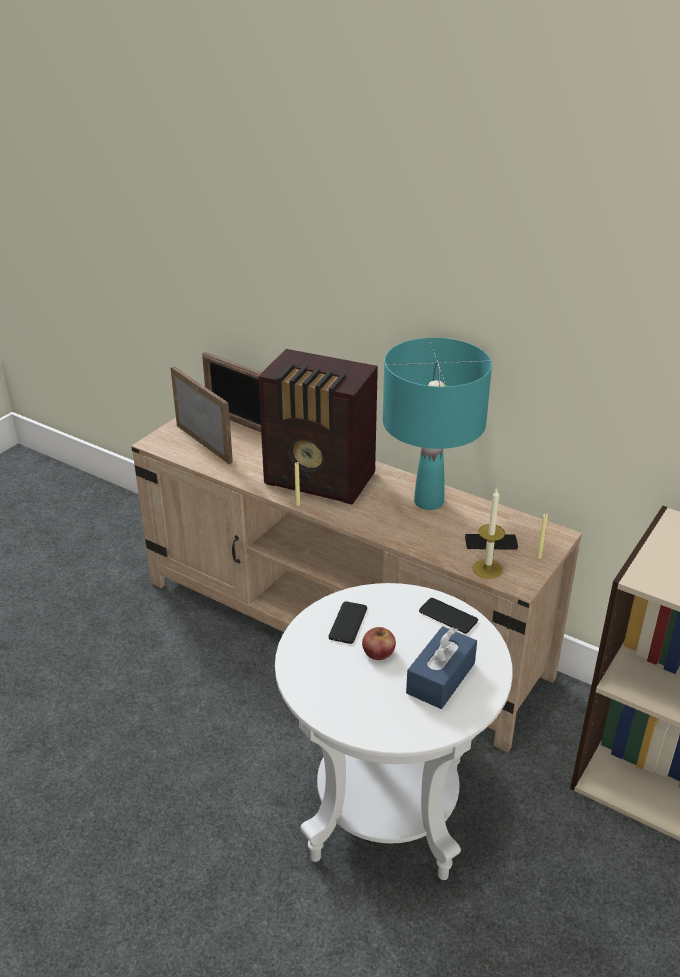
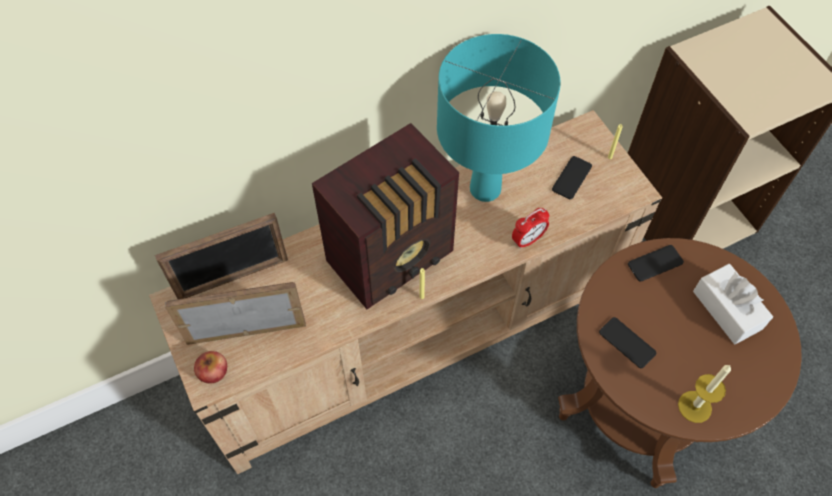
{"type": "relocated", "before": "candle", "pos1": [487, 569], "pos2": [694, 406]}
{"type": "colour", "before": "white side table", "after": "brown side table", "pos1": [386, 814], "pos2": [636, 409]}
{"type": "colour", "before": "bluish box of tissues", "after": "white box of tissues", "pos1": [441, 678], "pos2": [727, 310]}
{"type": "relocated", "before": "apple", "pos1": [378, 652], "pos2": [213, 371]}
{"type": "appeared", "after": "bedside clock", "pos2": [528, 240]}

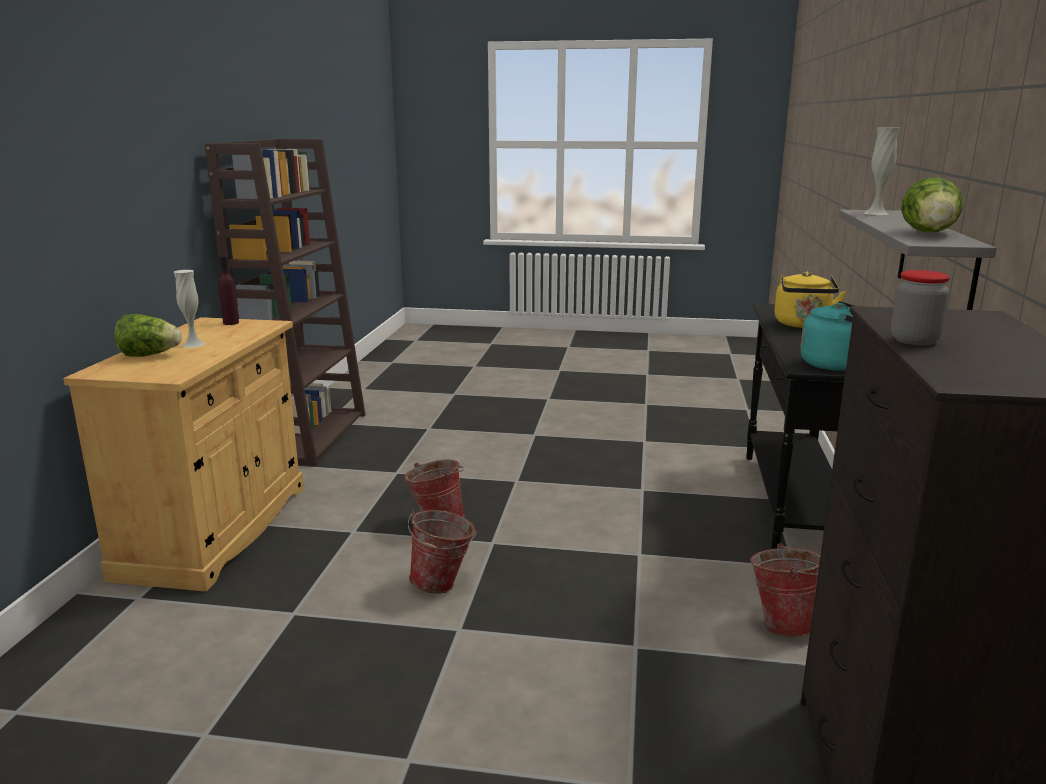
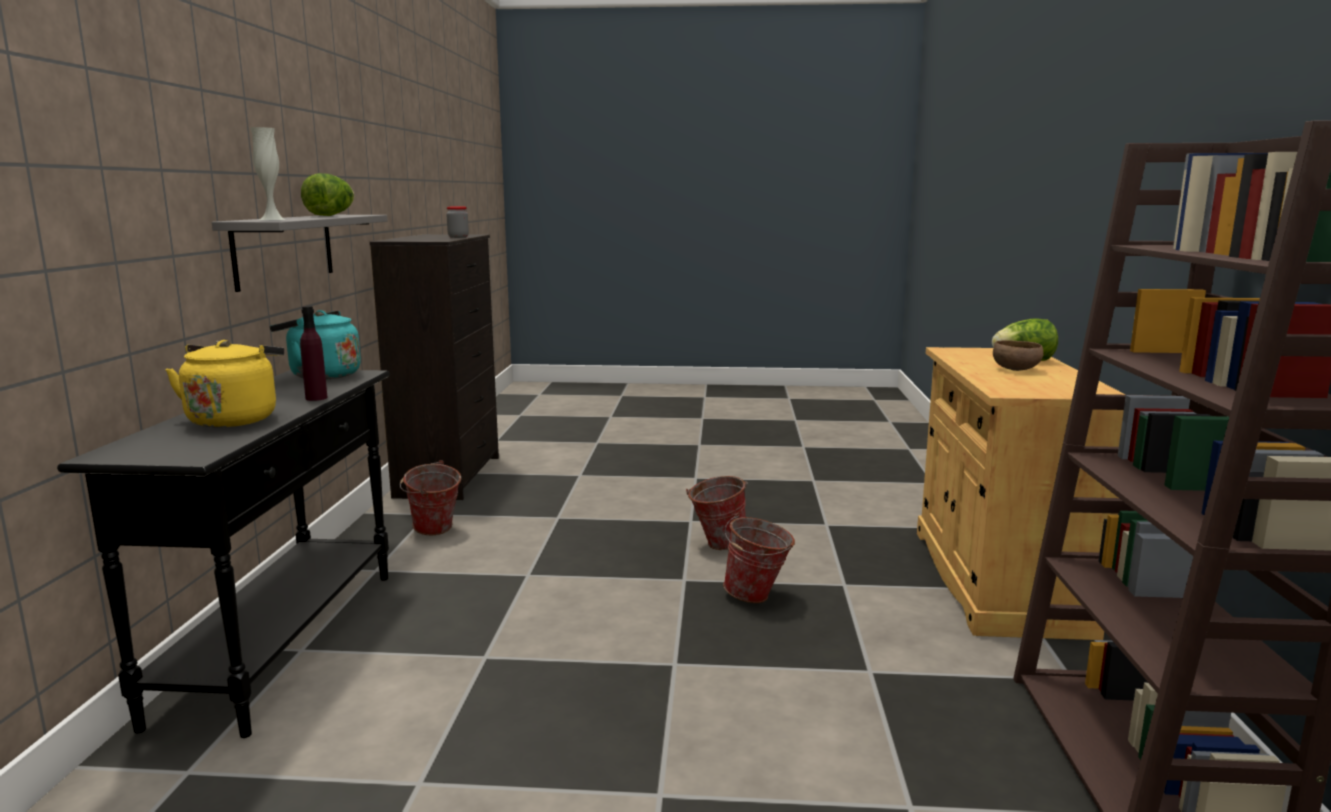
{"type": "relocated", "before": "purple-coloured bottle", "pos1": [231, 323], "pos2": [316, 398]}
{"type": "exchanged", "before": "white decorative vase", "after": "brown deep dish", "pos1": [193, 344], "pos2": [1016, 369]}

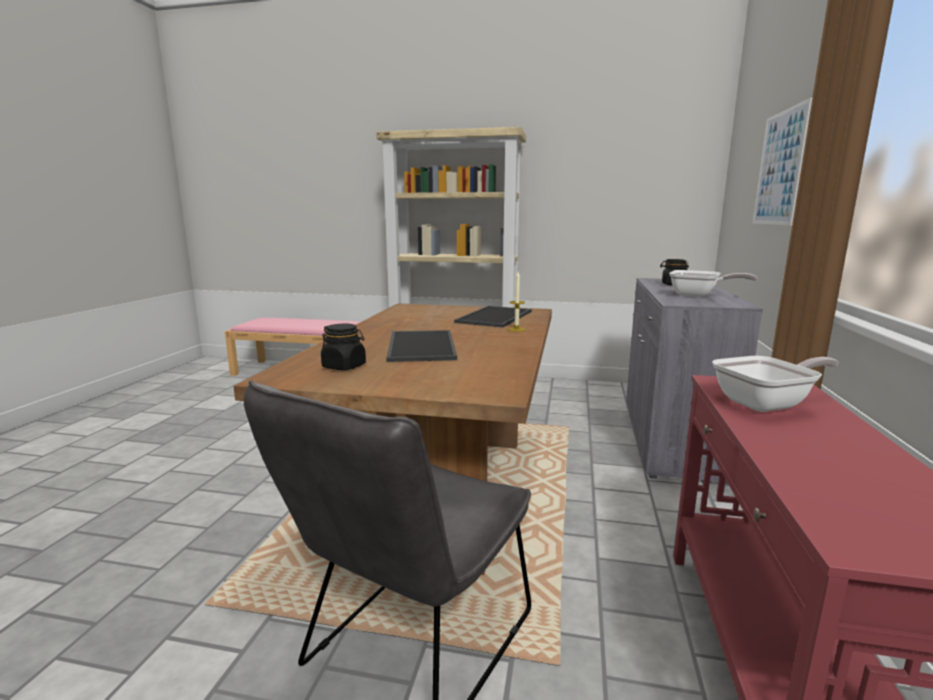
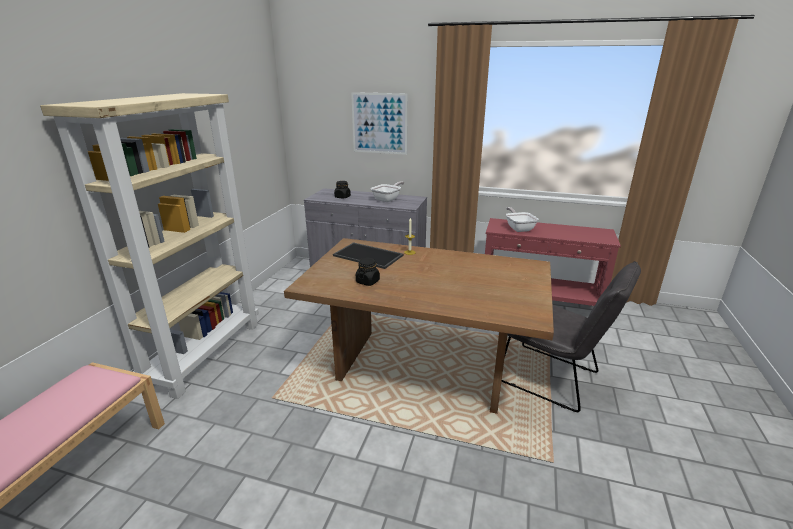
{"type": "relocated", "before": "black storage jar", "pos1": [344, 366], "pos2": [367, 281]}
{"type": "missing", "before": "carrying tray", "pos1": [419, 346]}

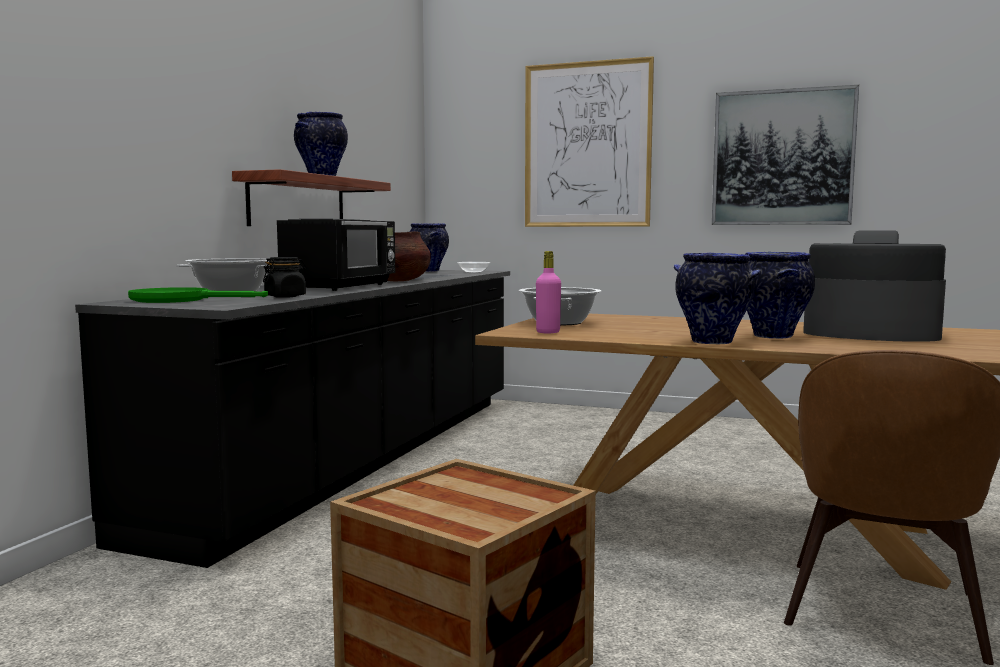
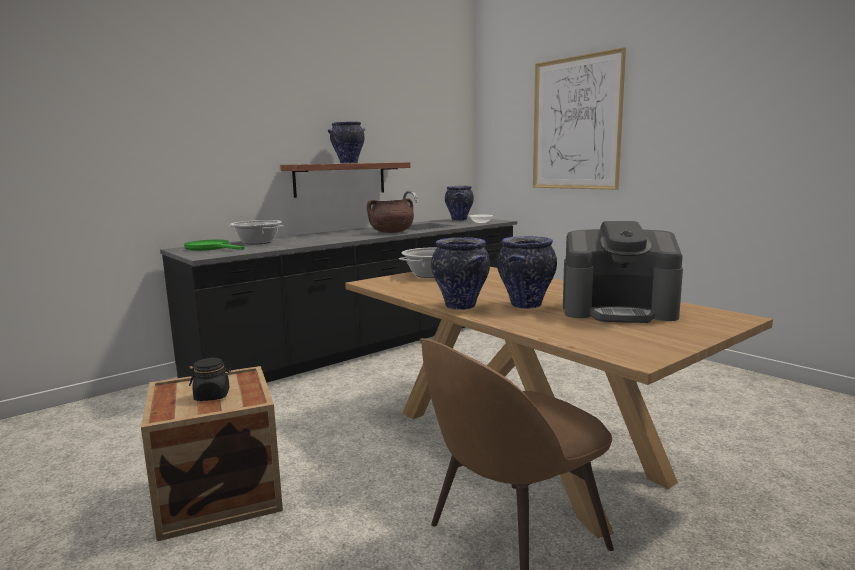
{"type": "missing", "before": "wall art", "pos1": [782, 158]}
{"type": "missing", "before": "black microwave", "pos1": [342, 286]}
{"type": "spun", "before": "coffee machine", "pos1": [869, 333], "pos2": [618, 310], "turn": 135}
{"type": "missing", "before": "pink-coloured bottle", "pos1": [548, 332]}
{"type": "relocated", "before": "black storage jar", "pos1": [285, 296], "pos2": [212, 396]}

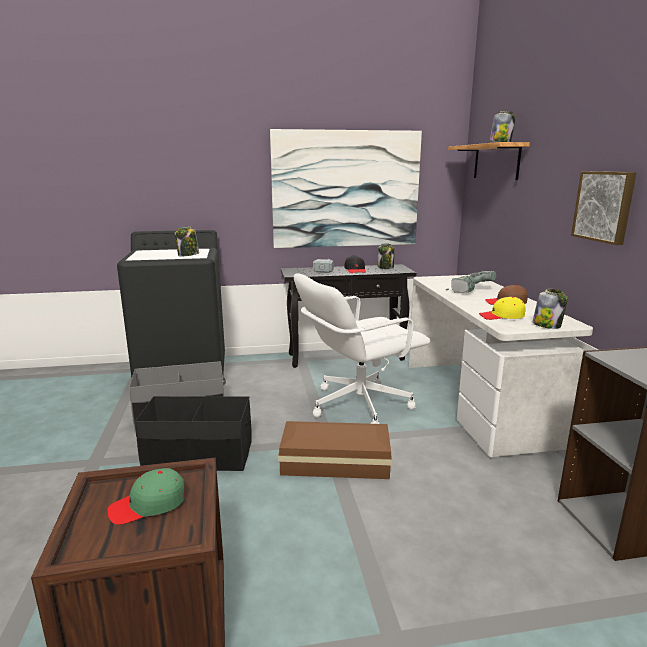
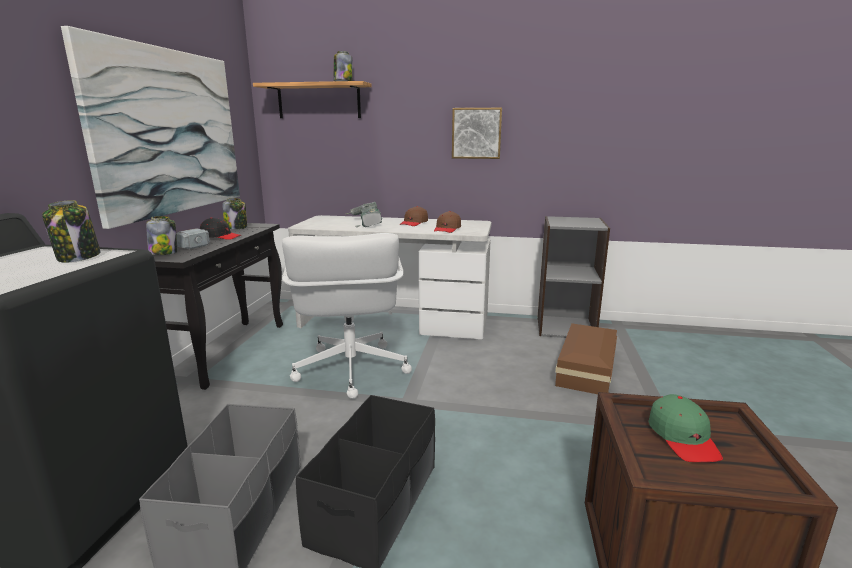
{"type": "relocated", "before": "storage jar", "pos1": [547, 325], "pos2": [164, 253]}
{"type": "colour", "before": "yellowish peaked cap", "after": "brown peaked cap", "pos1": [502, 316], "pos2": [447, 229]}
{"type": "relocated", "before": "brown storage bin", "pos1": [337, 462], "pos2": [588, 368]}

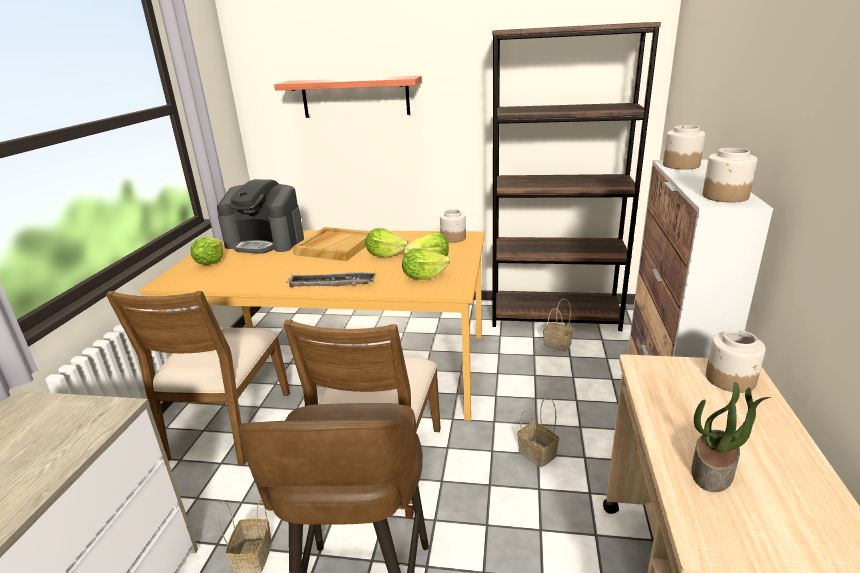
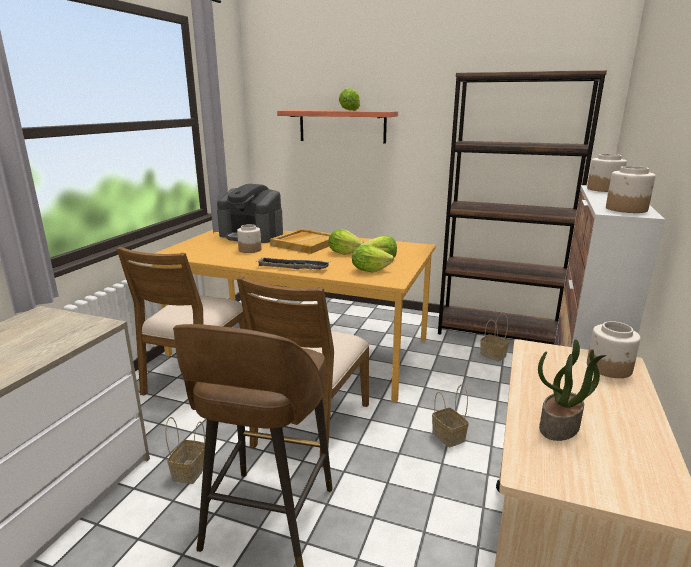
{"type": "relocated", "before": "storage jar", "pos1": [453, 238], "pos2": [250, 249]}
{"type": "relocated", "before": "head of lettuce", "pos1": [210, 262], "pos2": [350, 110]}

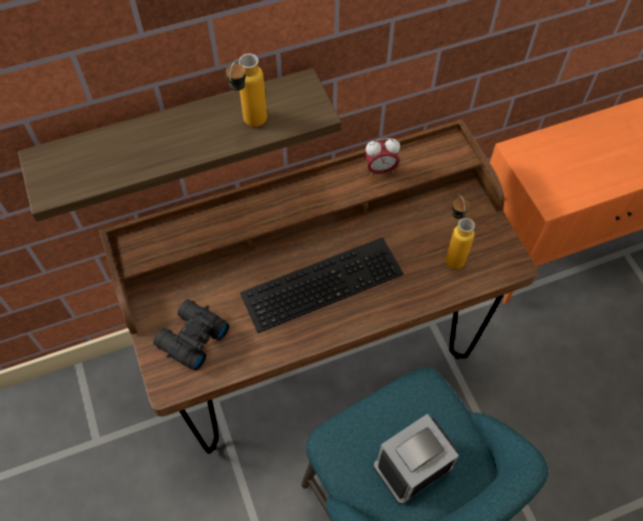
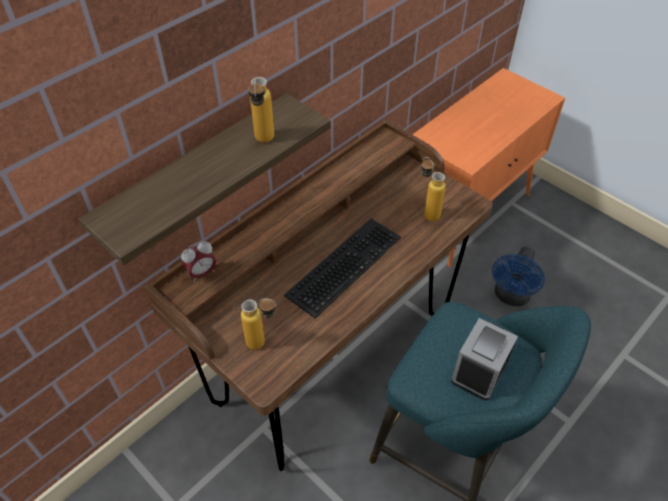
{"type": "relocated", "before": "bedside clock", "pos1": [380, 170], "pos2": [202, 273]}
{"type": "exchanged", "before": "black pair of binoculars", "after": "bottle", "pos1": [191, 339], "pos2": [263, 343]}
{"type": "appeared", "after": "bluish electric fan", "pos2": [511, 297]}

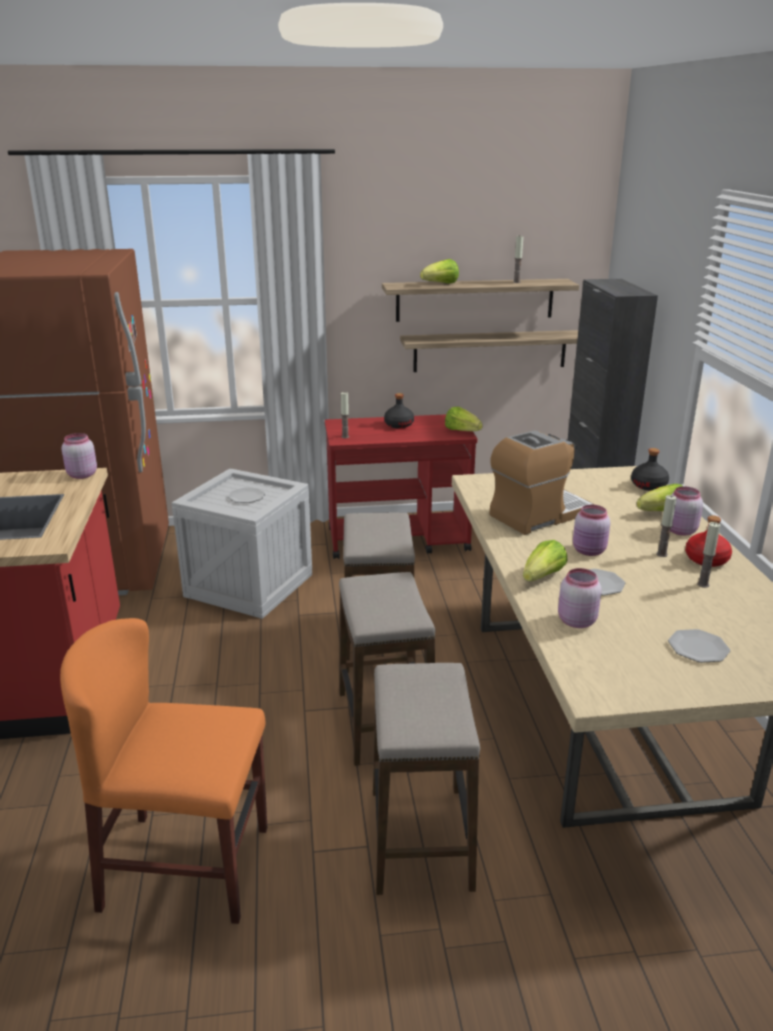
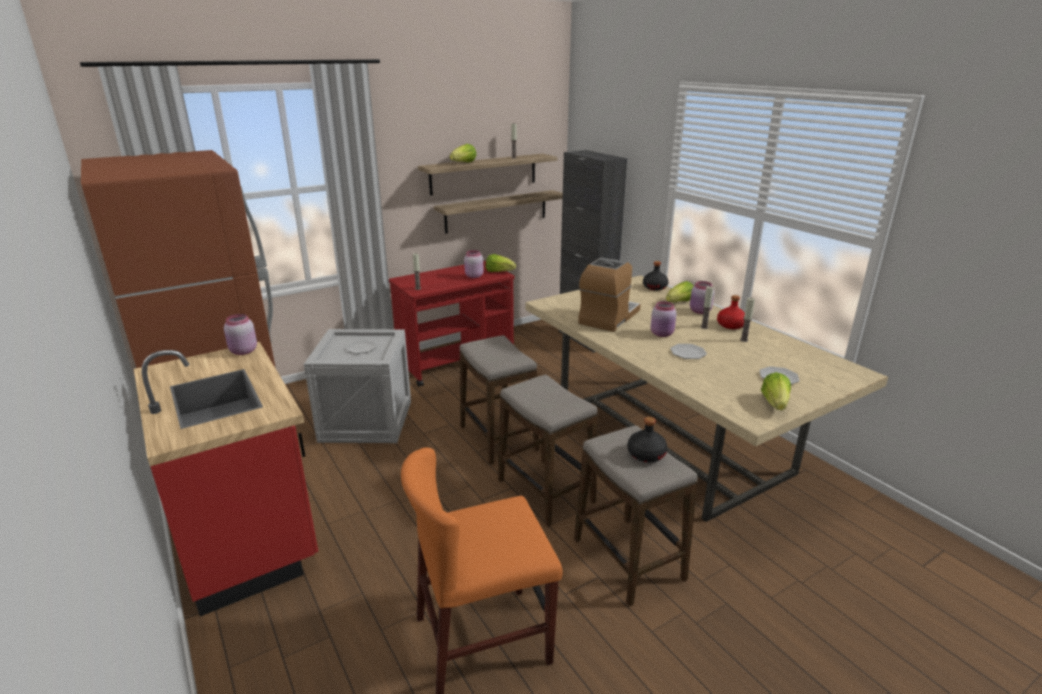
{"type": "relocated", "before": "black bottle", "pos1": [398, 425], "pos2": [645, 454]}
{"type": "relocated", "before": "head of lettuce", "pos1": [543, 576], "pos2": [775, 403]}
{"type": "relocated", "before": "pink-coloured storage jar", "pos1": [575, 621], "pos2": [473, 276]}

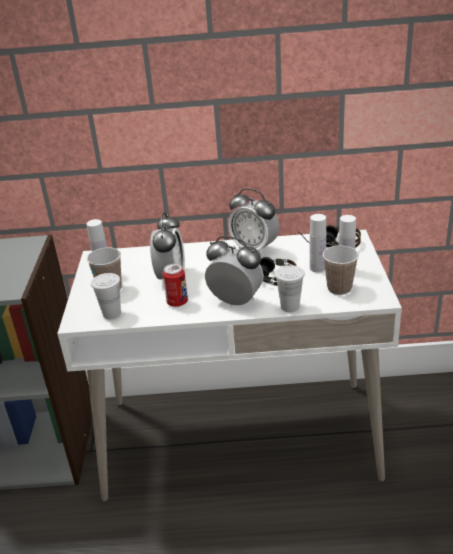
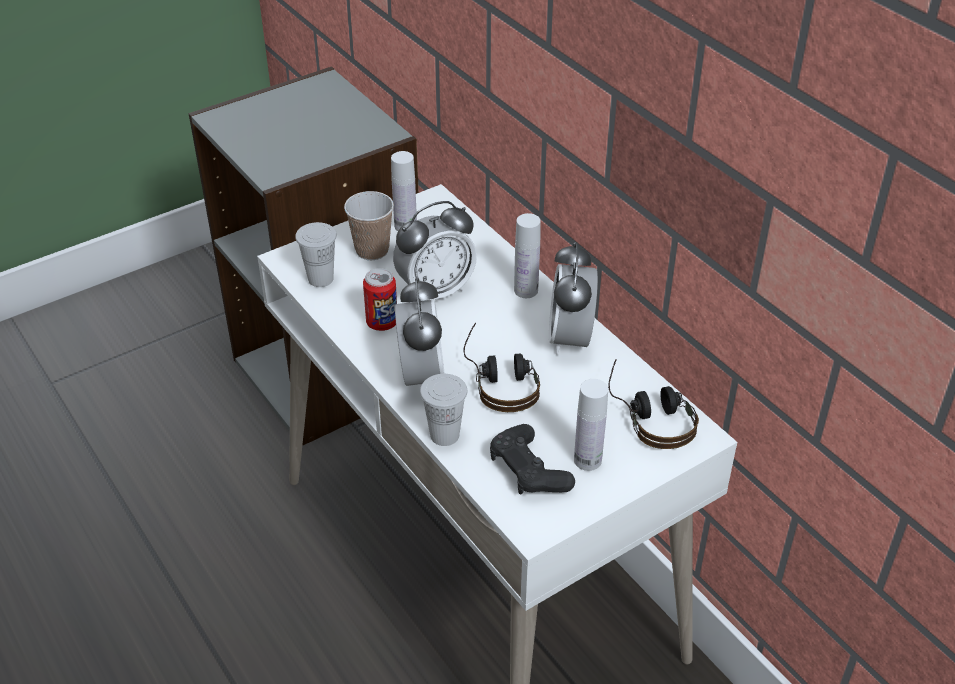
{"type": "relocated", "before": "white bottle", "pos1": [317, 268], "pos2": [526, 290]}
{"type": "exchanged", "before": "cup", "after": "black gamepad", "pos1": [339, 288], "pos2": [528, 471]}

